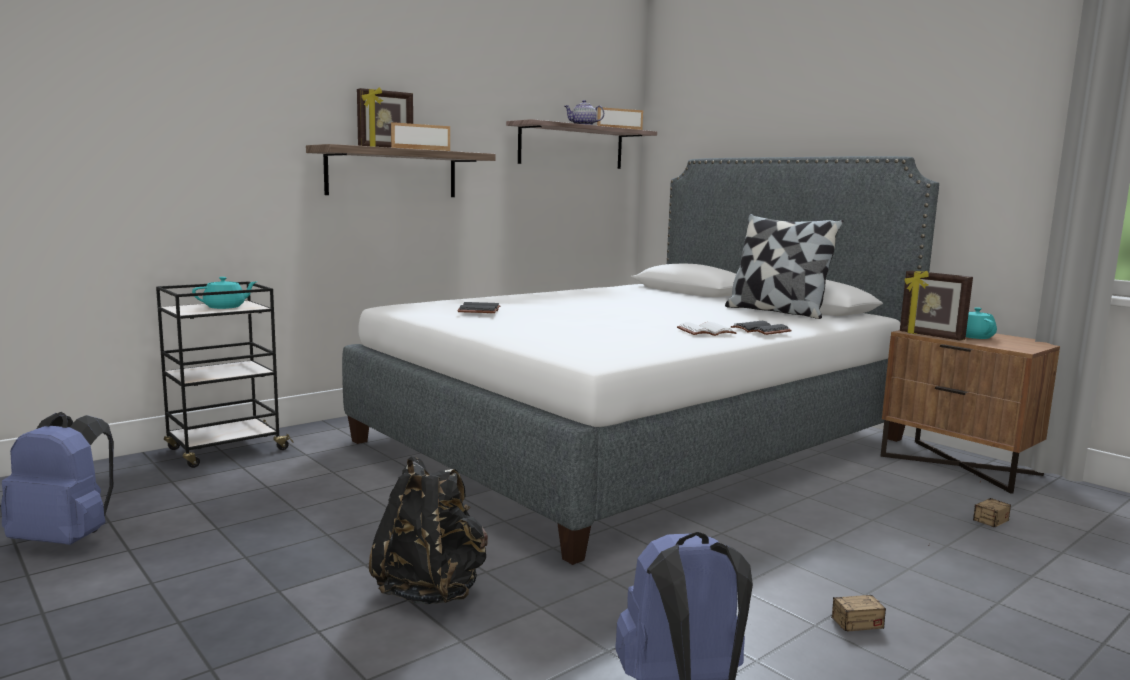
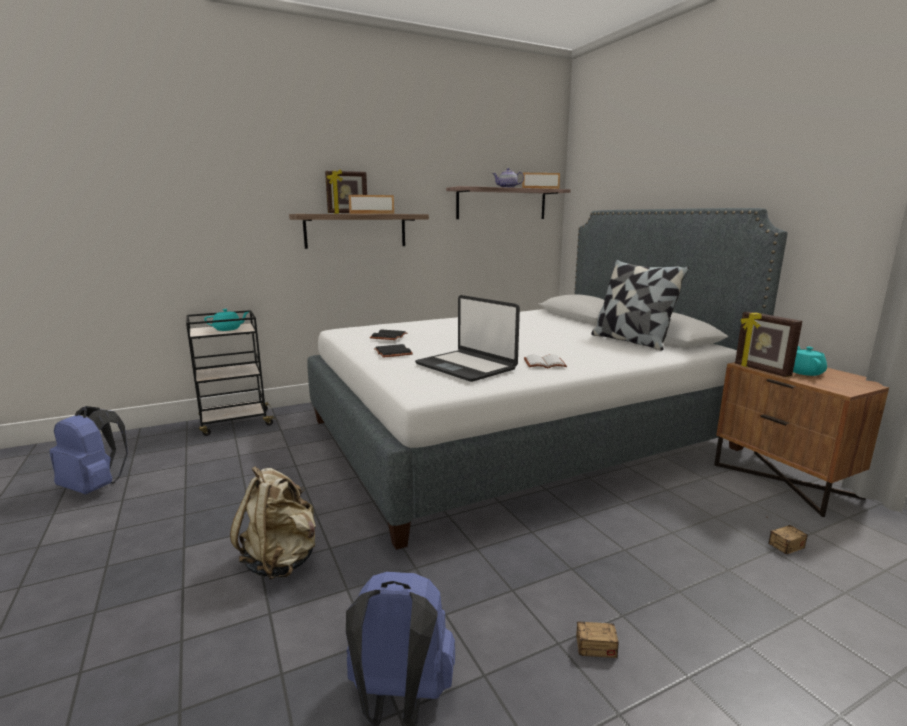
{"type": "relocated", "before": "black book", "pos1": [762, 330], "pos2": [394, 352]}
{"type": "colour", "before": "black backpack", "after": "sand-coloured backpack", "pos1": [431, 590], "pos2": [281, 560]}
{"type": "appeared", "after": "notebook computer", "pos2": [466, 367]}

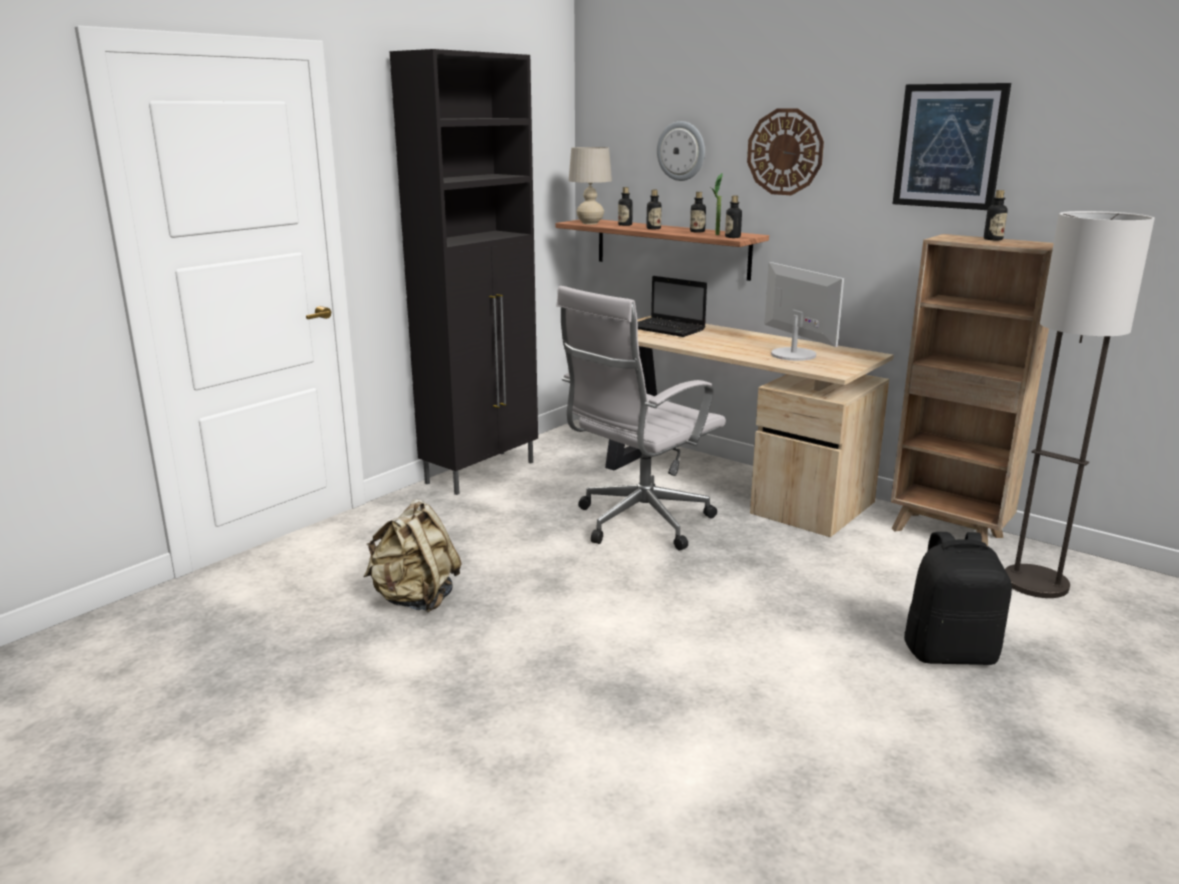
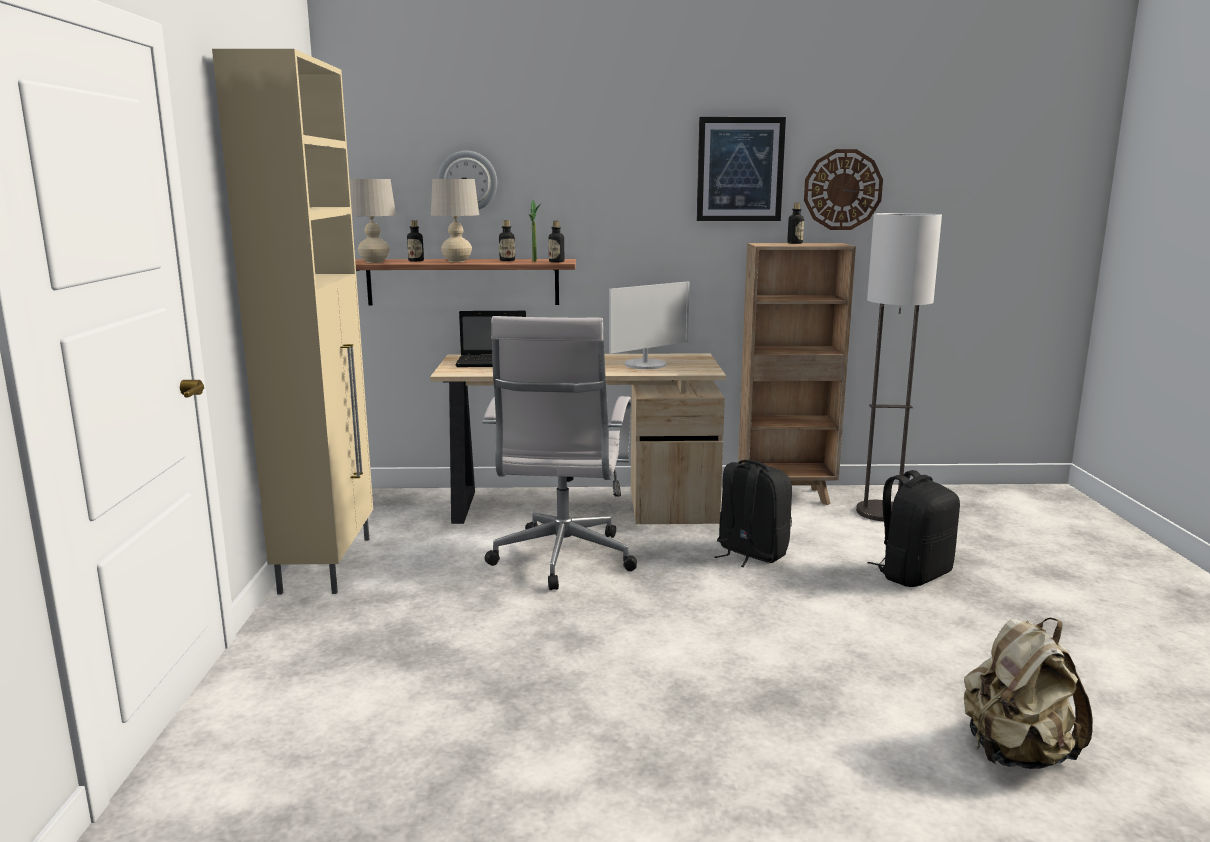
{"type": "colour", "before": "black cupboard", "after": "sand-coloured cupboard", "pos1": [482, 472], "pos2": [328, 563]}
{"type": "relocated", "before": "wall clock", "pos1": [785, 152], "pos2": [842, 190]}
{"type": "exchanged", "before": "bottle", "after": "sand-coloured table lamp", "pos1": [653, 228], "pos2": [457, 261]}
{"type": "spun", "before": "computer screen", "pos1": [793, 354], "pos2": [646, 365], "turn": 120}
{"type": "relocated", "before": "sand-coloured backpack", "pos1": [415, 599], "pos2": [1016, 754]}
{"type": "appeared", "after": "black backpack", "pos2": [750, 553]}

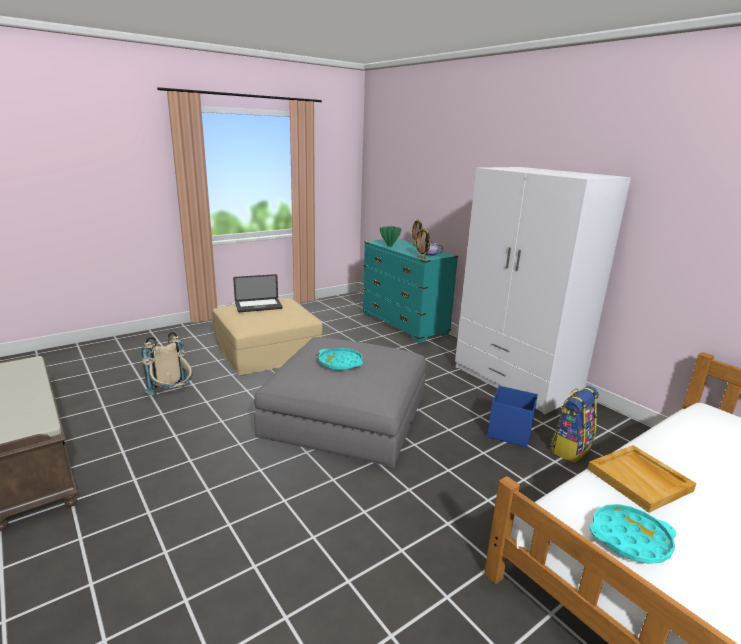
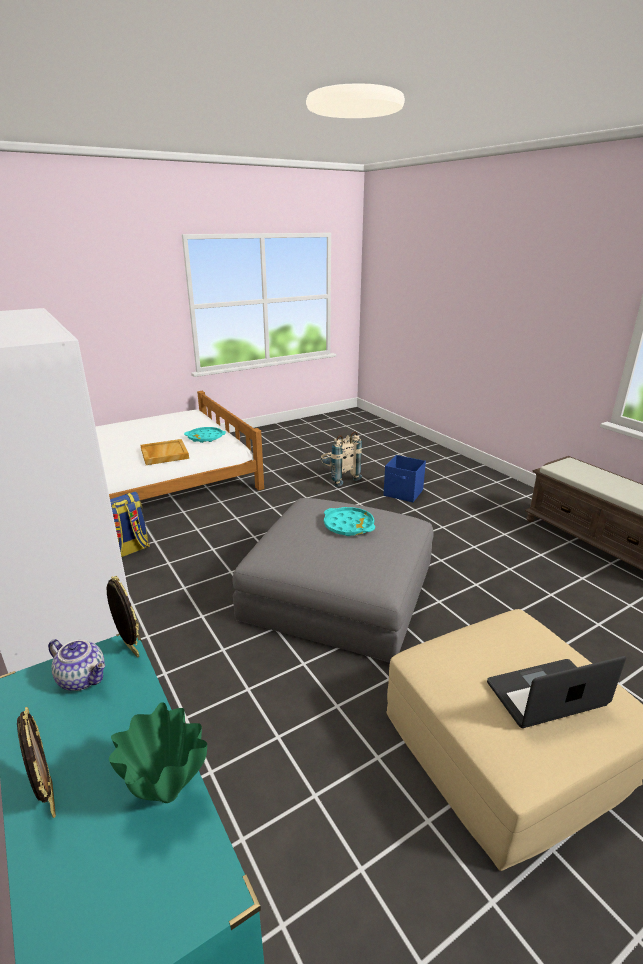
{"type": "relocated", "before": "sand-coloured backpack", "pos1": [173, 396], "pos2": [338, 478]}
{"type": "relocated", "before": "bluish storage bin", "pos1": [509, 432], "pos2": [403, 493]}

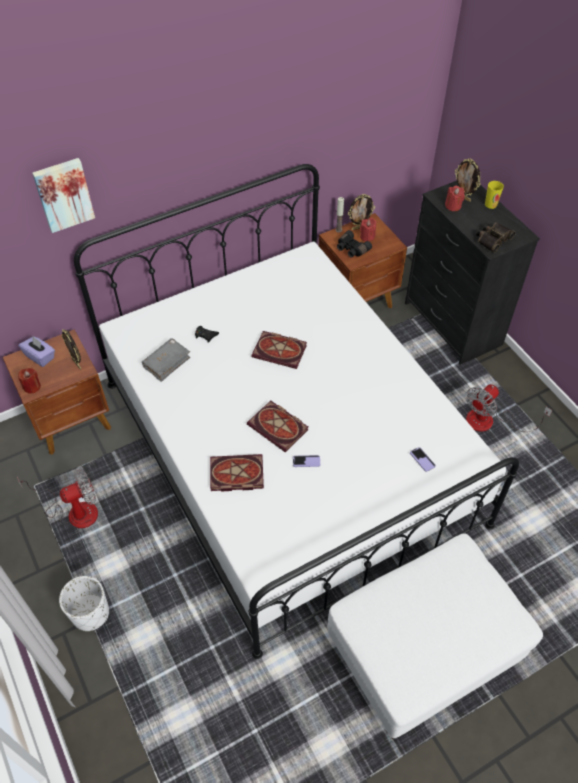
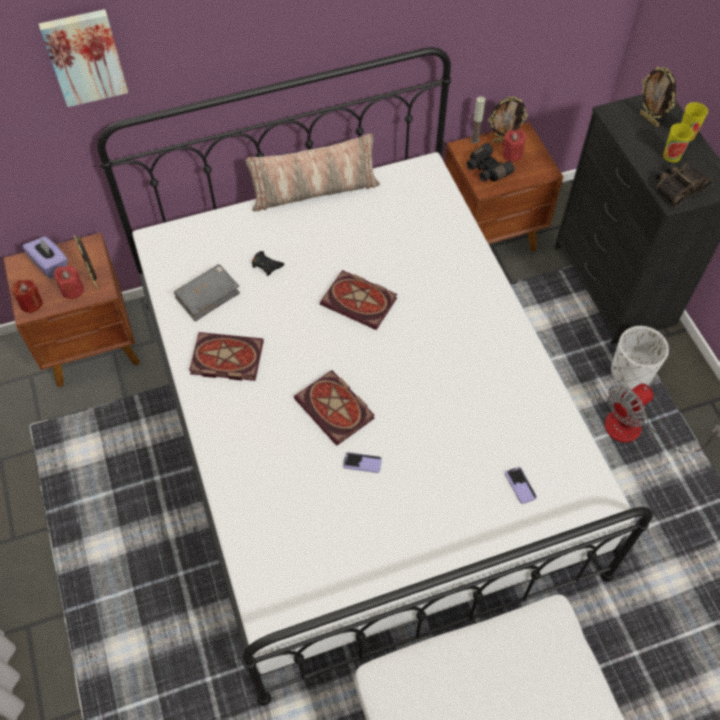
{"type": "relocated", "before": "reddish candle", "pos1": [453, 206], "pos2": [72, 290]}
{"type": "relocated", "before": "book", "pos1": [235, 475], "pos2": [225, 359]}
{"type": "missing", "before": "electric fan", "pos1": [74, 511]}
{"type": "relocated", "before": "white planter", "pos1": [90, 613], "pos2": [631, 372]}
{"type": "appeared", "after": "cup", "pos2": [672, 156]}
{"type": "appeared", "after": "throw pillow", "pos2": [314, 191]}

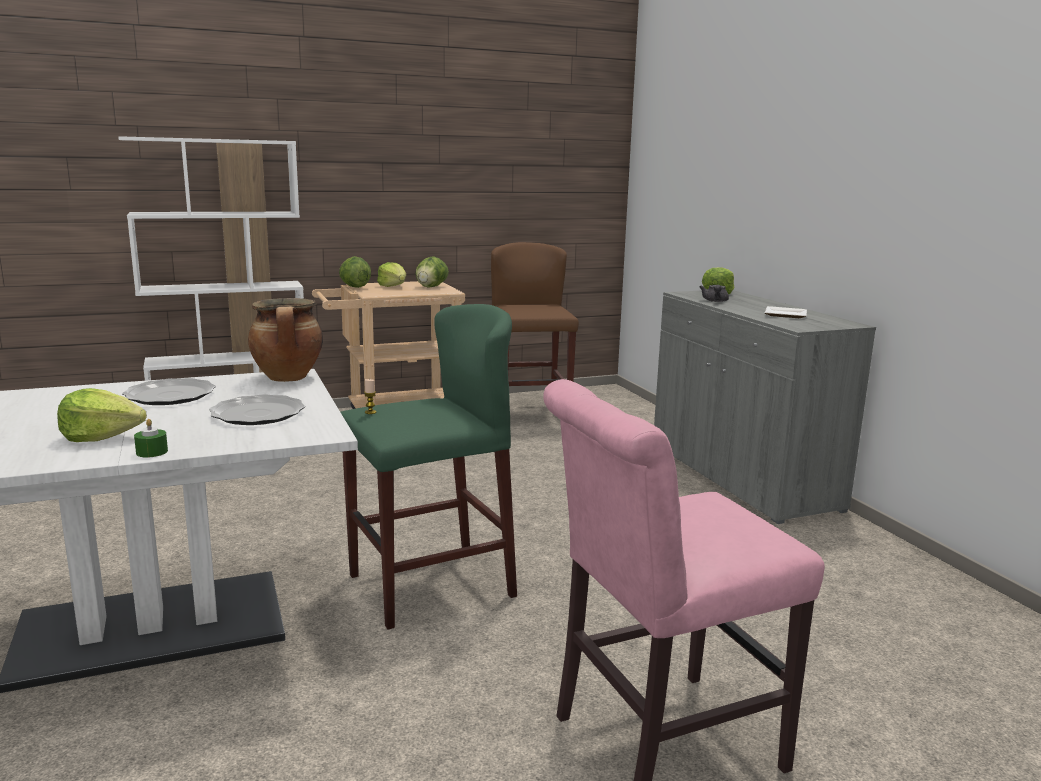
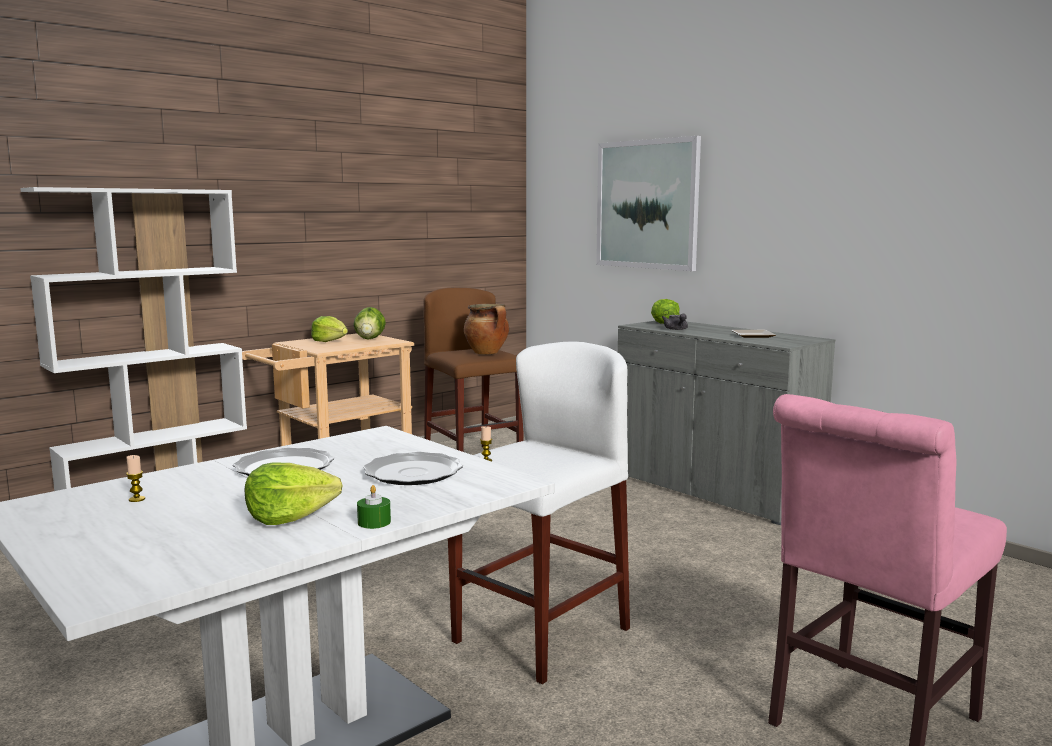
{"type": "missing", "before": "head of lettuce", "pos1": [354, 287]}
{"type": "relocated", "before": "stockpot", "pos1": [288, 378], "pos2": [487, 353]}
{"type": "colour", "before": "greenish stool seat", "after": "white stool seat", "pos1": [431, 585], "pos2": [541, 635]}
{"type": "appeared", "after": "wall art", "pos2": [647, 204]}
{"type": "appeared", "after": "candle", "pos2": [137, 499]}

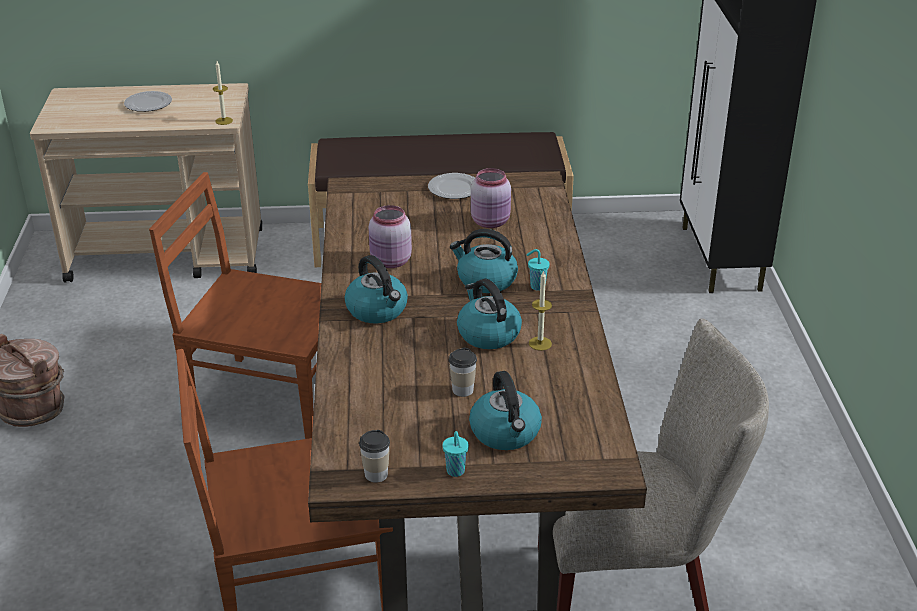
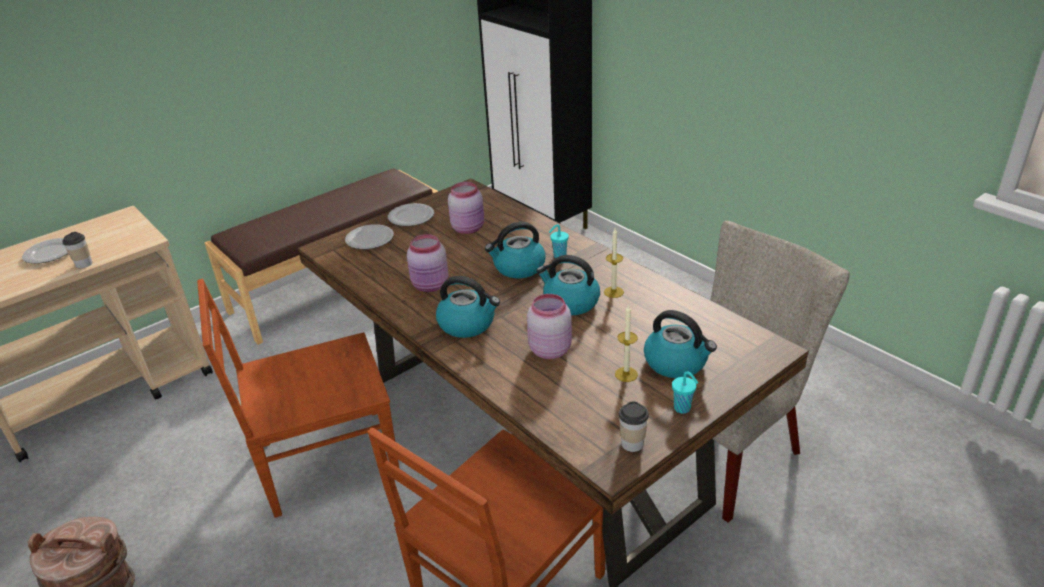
{"type": "relocated", "before": "candle", "pos1": [224, 121], "pos2": [626, 374]}
{"type": "relocated", "before": "cup", "pos1": [462, 390], "pos2": [84, 264]}
{"type": "appeared", "after": "flat dish", "pos2": [370, 240]}
{"type": "appeared", "after": "pink-coloured storage jar", "pos2": [550, 349]}

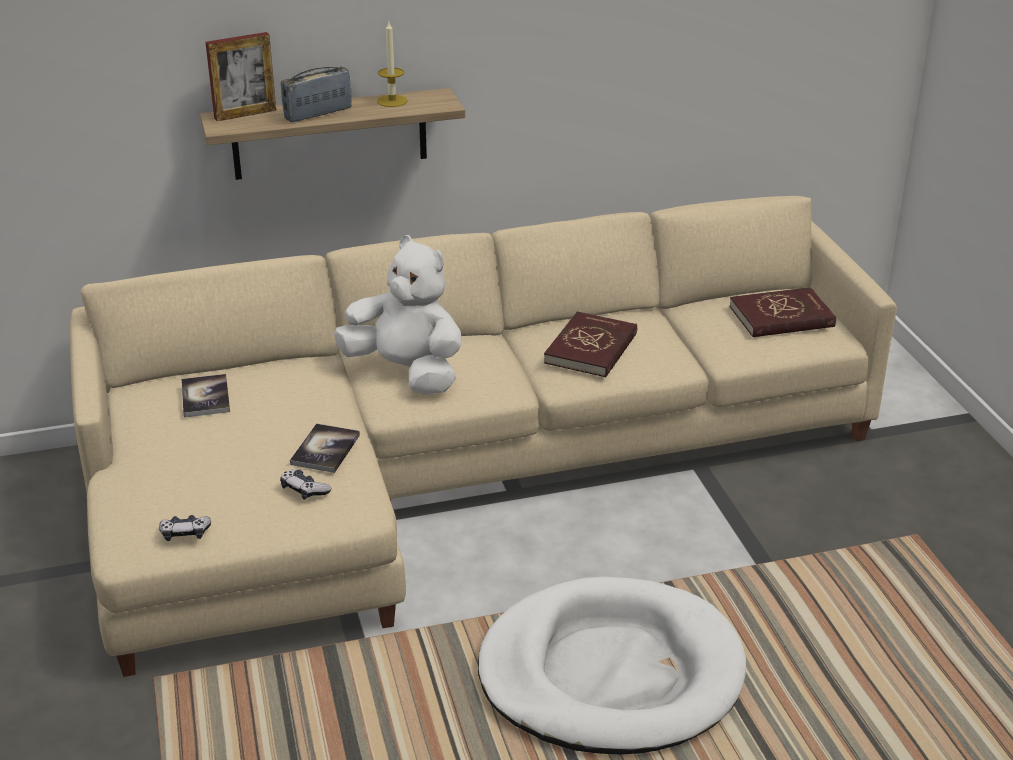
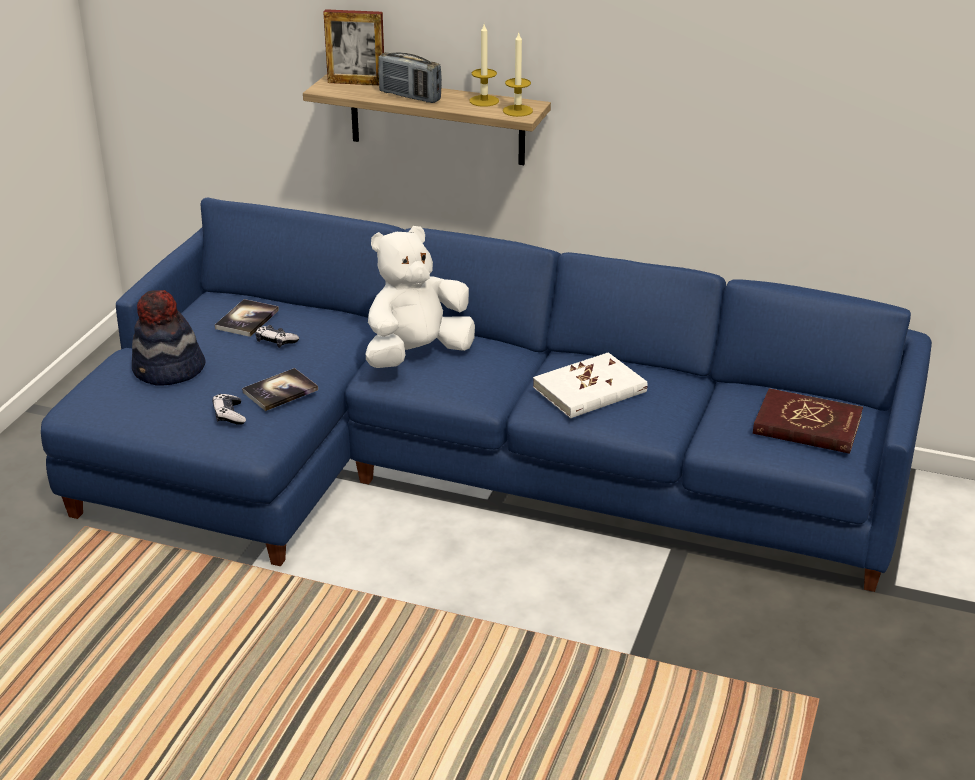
{"type": "spun", "before": "radio receiver", "pos1": [318, 114], "pos2": [410, 96], "turn": -150}
{"type": "colour", "before": "sand-coloured sofa", "after": "bluish sofa", "pos1": [450, 473], "pos2": [458, 467]}
{"type": "spun", "before": "white soft toy", "pos1": [406, 372], "pos2": [416, 355], "turn": -105}
{"type": "colour", "before": "reddish book", "after": "white book", "pos1": [591, 348], "pos2": [590, 390]}
{"type": "relocated", "before": "gamepad", "pos1": [185, 533], "pos2": [276, 342]}
{"type": "missing", "before": "white dog cushion", "pos1": [610, 673]}
{"type": "appeared", "after": "candle", "pos2": [517, 111]}
{"type": "appeared", "after": "clothing hat", "pos2": [168, 371]}

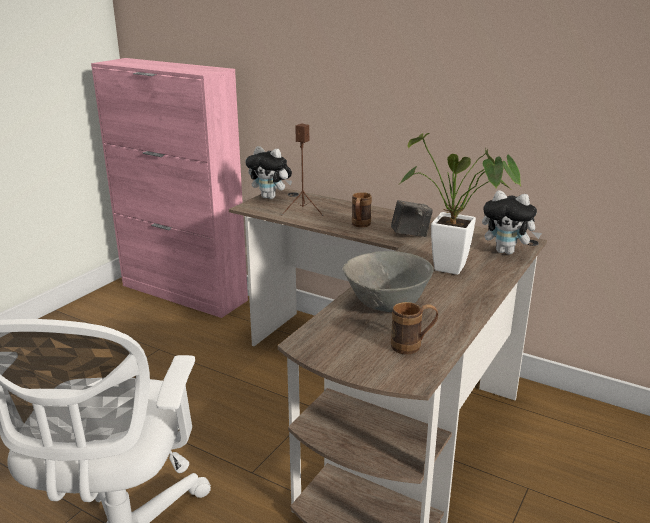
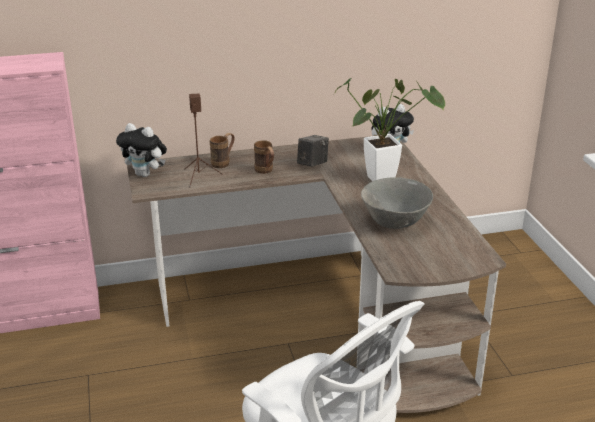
{"type": "spun", "before": "soft toy", "pos1": [271, 197], "pos2": [145, 174], "turn": 45}
{"type": "relocated", "before": "brown mug", "pos1": [412, 347], "pos2": [223, 163]}

